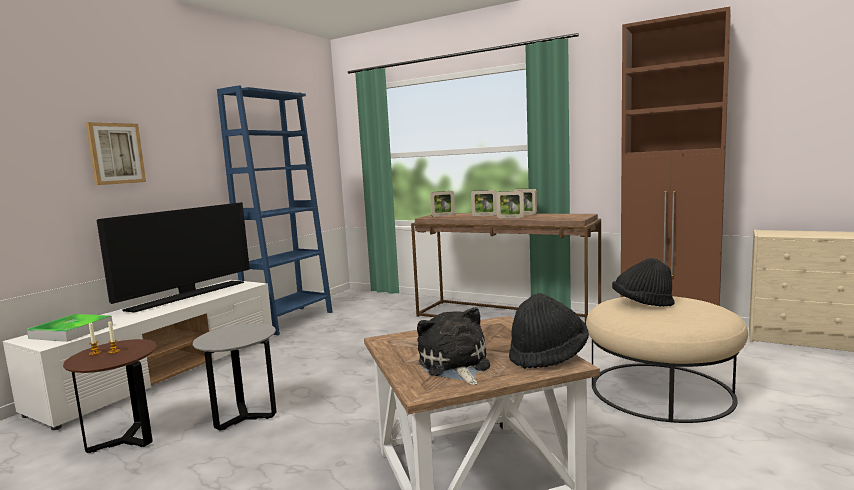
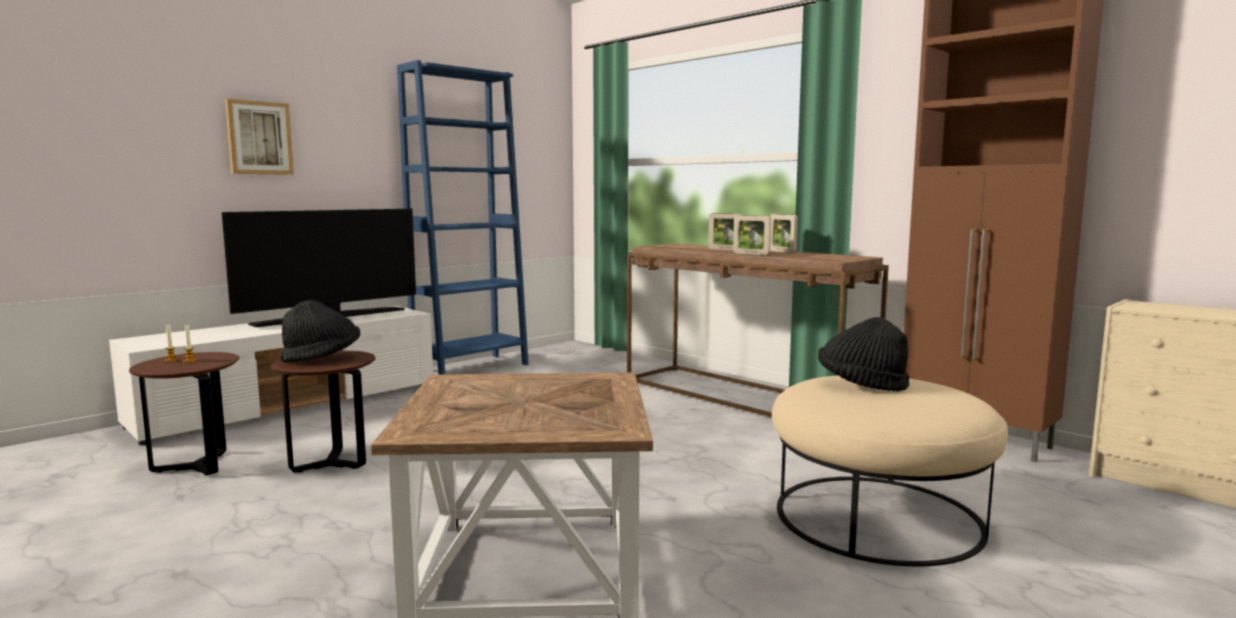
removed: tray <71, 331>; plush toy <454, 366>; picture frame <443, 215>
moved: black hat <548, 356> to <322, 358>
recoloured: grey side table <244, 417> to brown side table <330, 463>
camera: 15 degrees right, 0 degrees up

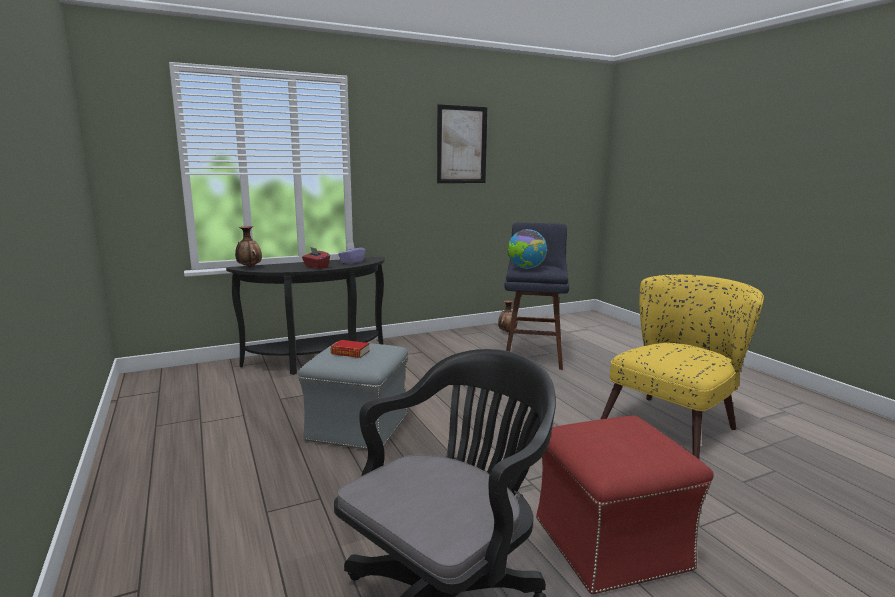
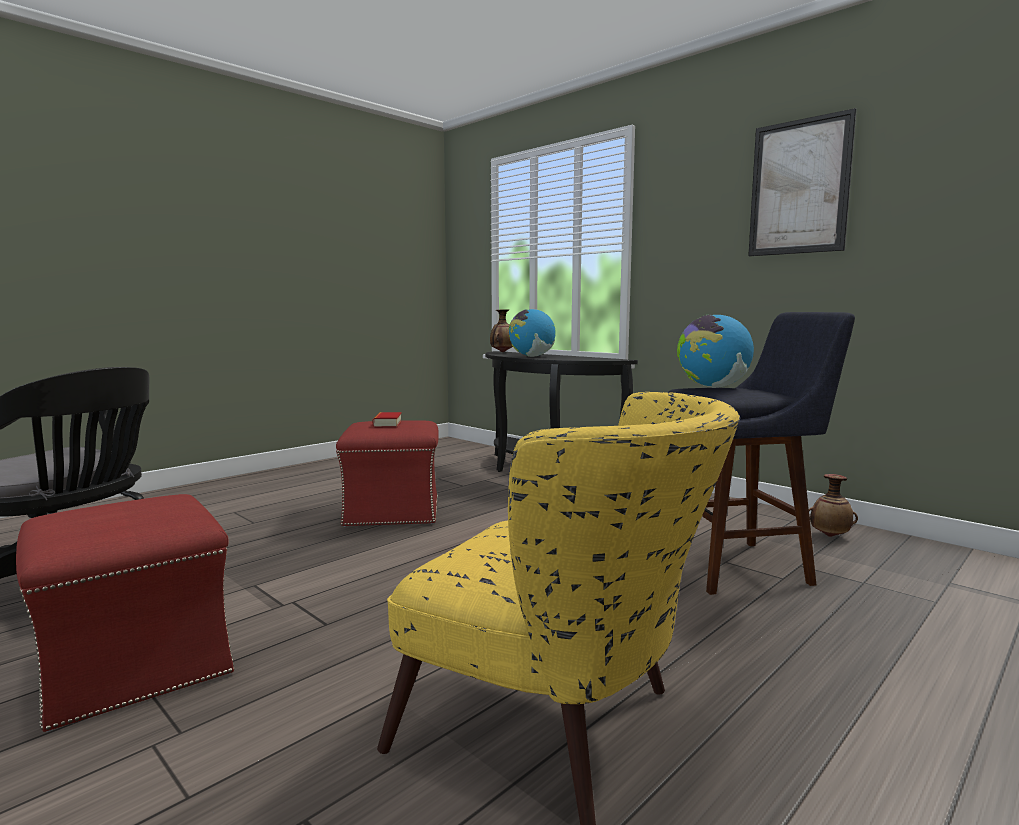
removed: purple tissue box <352, 262>
replaced: red tissue box <316, 267> to globe <531, 356>
recoloured: grey ottoman <358, 427> to red ottoman <393, 511>
camera: 70 degrees right, 5 degrees down

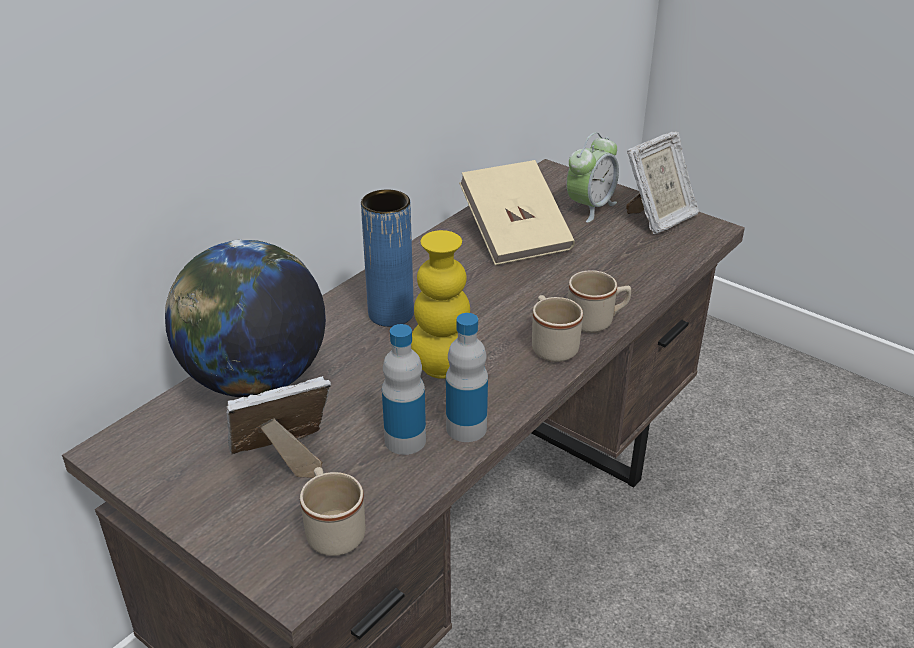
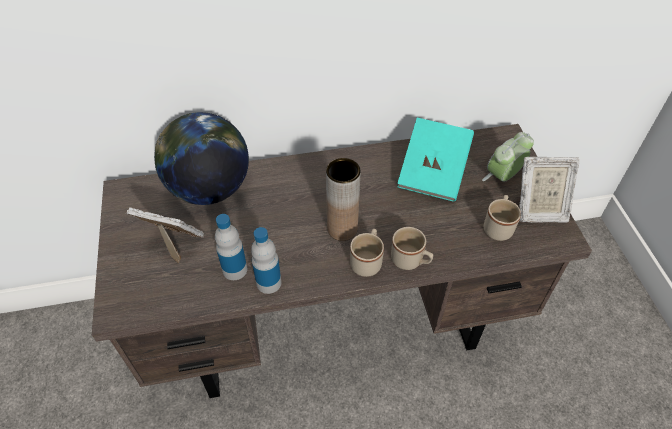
removed: blue vase <391, 314>; yellow vase <442, 367>
added: brown vase <342, 229>
moved: beige mug <333, 529> to <498, 226>
recoloured: beige book <515, 236> to turquoise book <433, 173>
turned: alarm clock <590, 207> = <502, 177> 150 degrees clockwise
camera: 40 degrees right, 15 degrees up

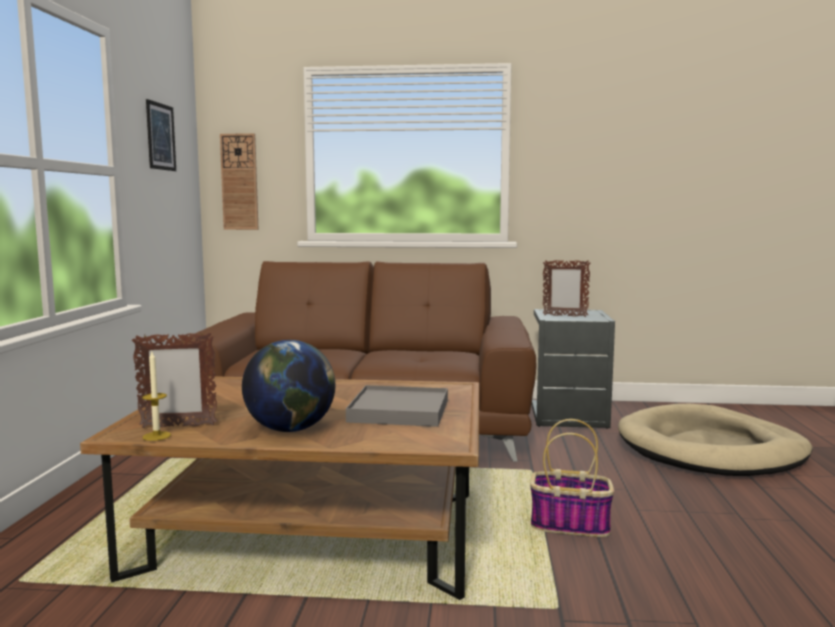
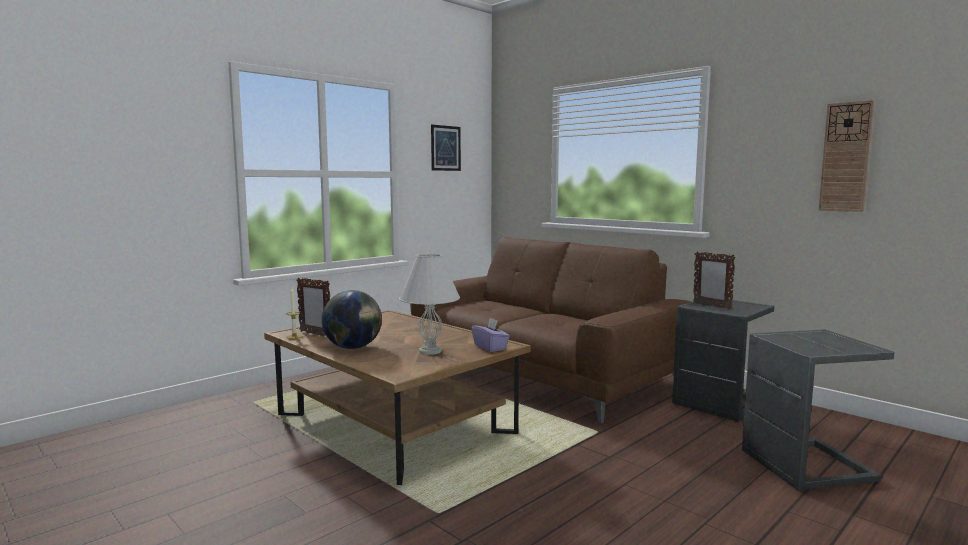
removed: basket <571, 525>
added: purple tissue box <490, 347>
moved: wall clock <239, 182> to <845, 157>
replaced: grey tray <399, 411> to white table lamp <431, 351>; beige dog bed <711, 449> to grey side table <810, 467>
camera: 40 degrees right, 0 degrees up

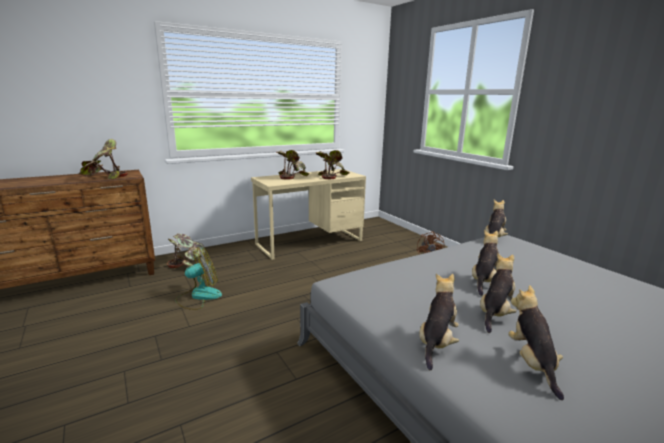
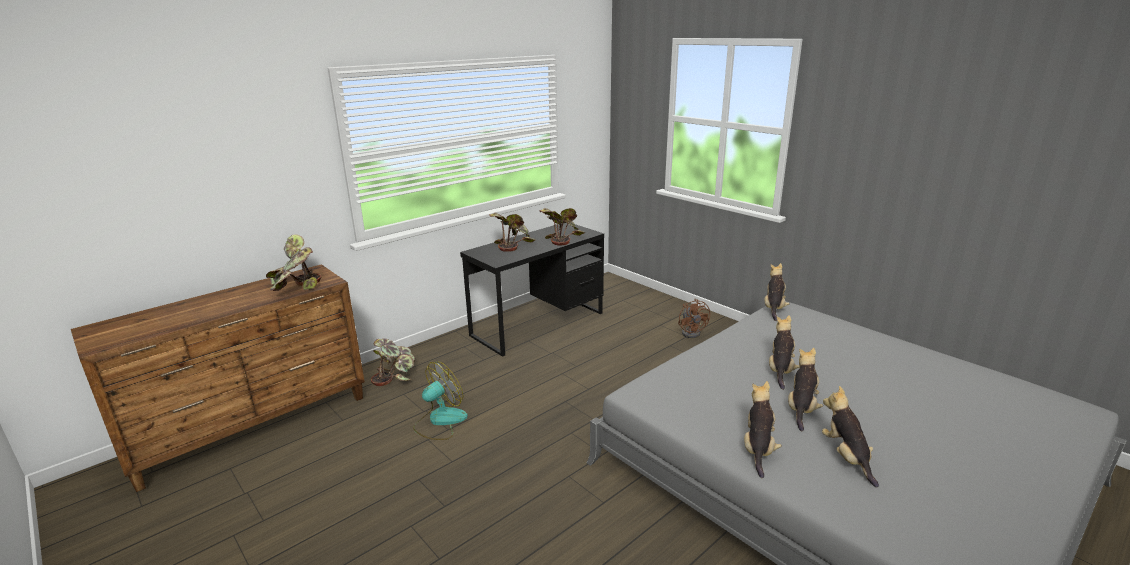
recoloured: beige desk <310, 242> to black desk <538, 324>
camera: 10 degrees left, 5 degrees up

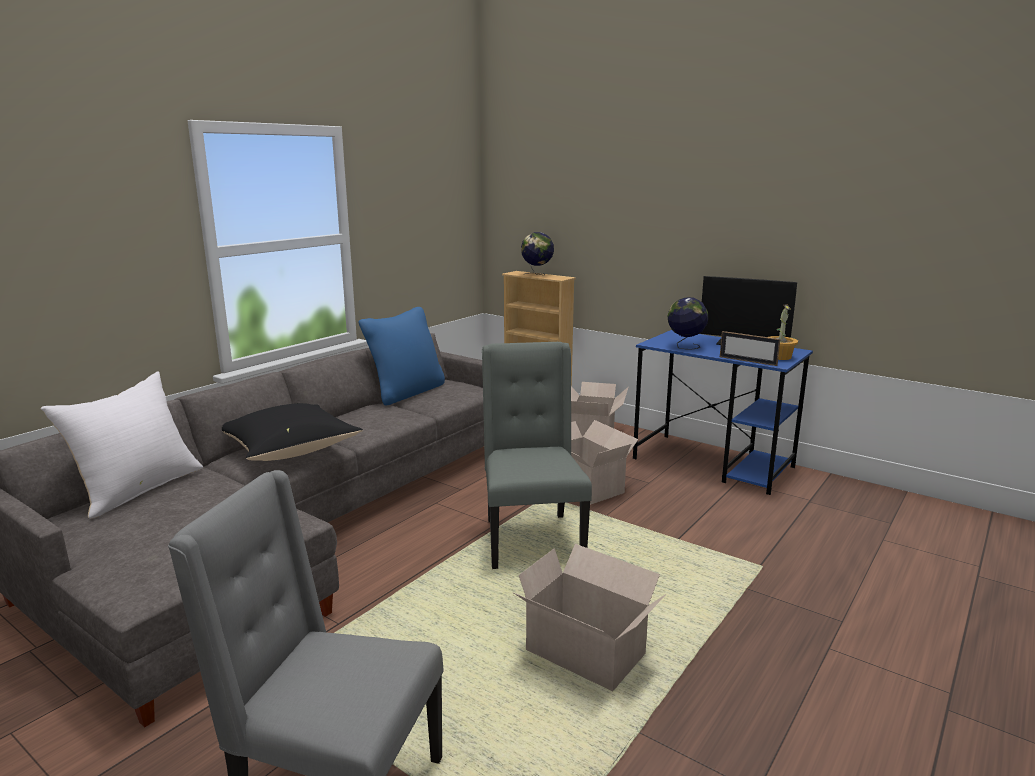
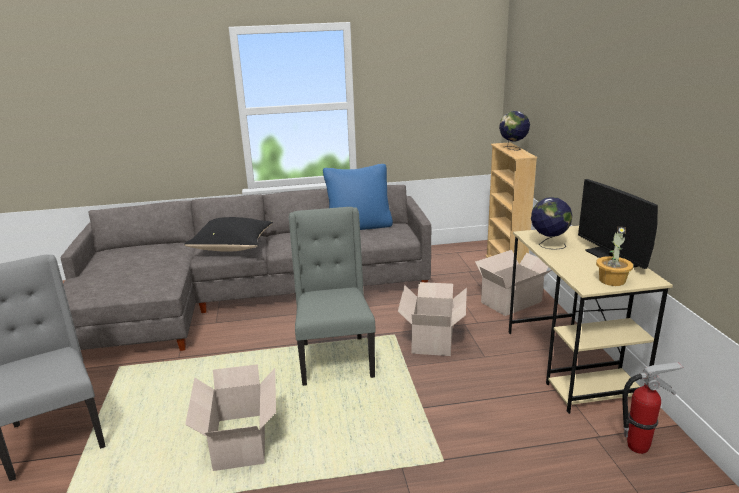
removed: white pillow <138, 489>; picture frame <747, 361>
added: fire extinguisher <639, 447>
recoloured: blue desk <713, 463> to beige desk <571, 364>
turned: grey chair <531, 539> = <335, 359> 45 degrees counterclockwise
camera: 45 degrees right, 5 degrees up

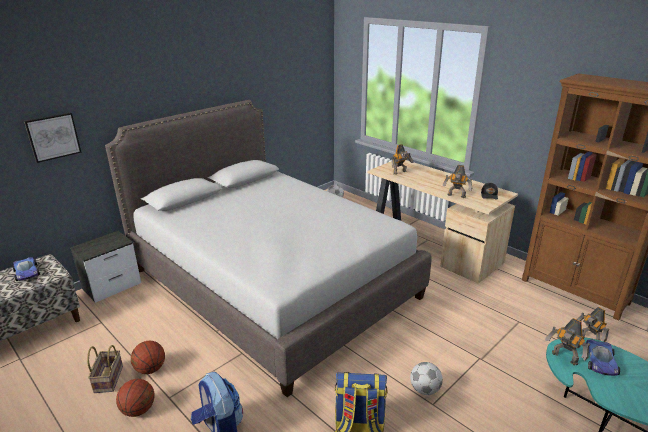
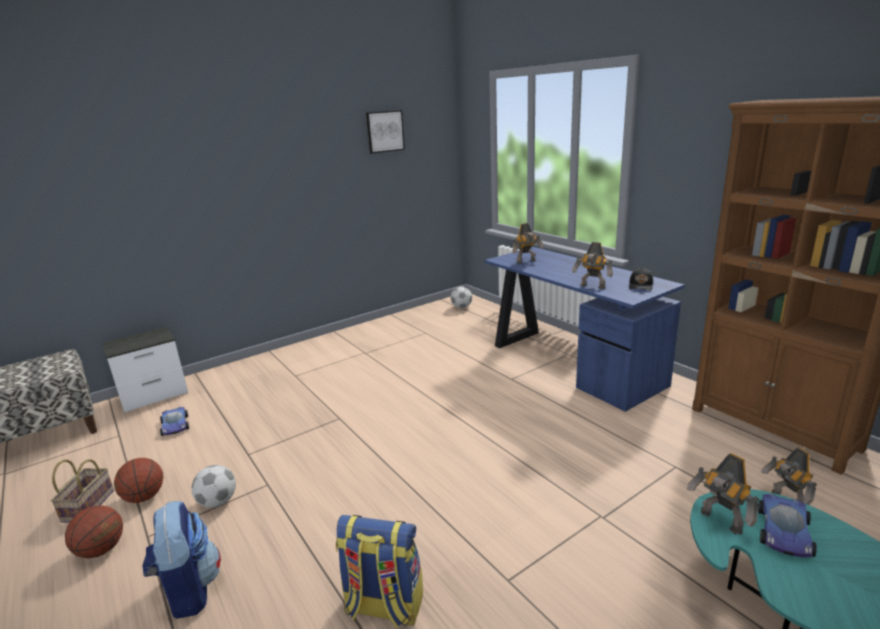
removed: grey bed <272, 283>
moved: toy car <27, 273> to <175, 426>; picture <53, 137> to <385, 131>; football <425, 390> to <218, 502>
recoloured: beige desk <431, 247> to blue desk <571, 363>
camera: 10 degrees right, 5 degrees down

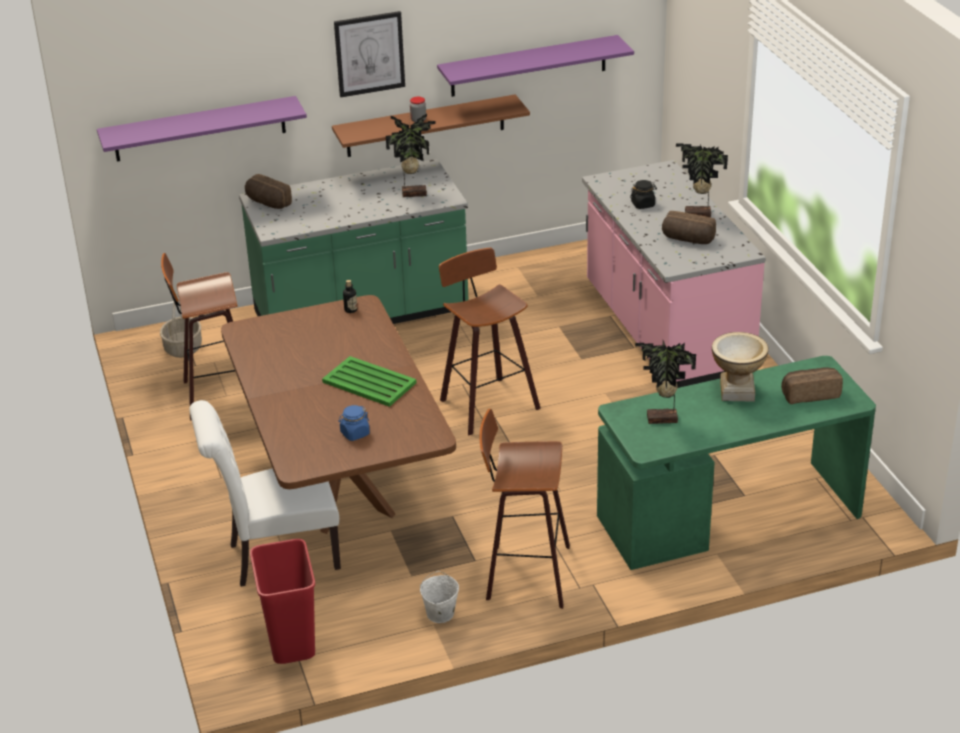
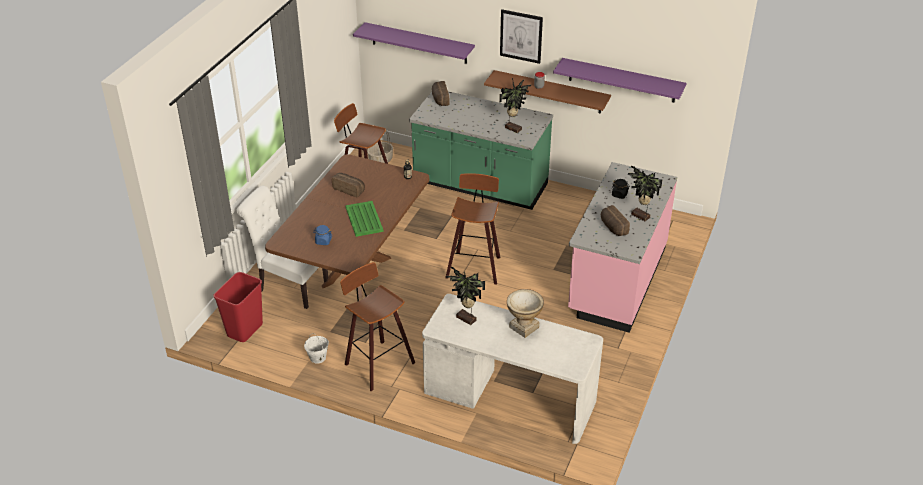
moved: bread <810, 394> to <349, 189>
recoloured: green desk <729, 516> to white desk <509, 398>
camera: 40 degrees right, 5 degrees up

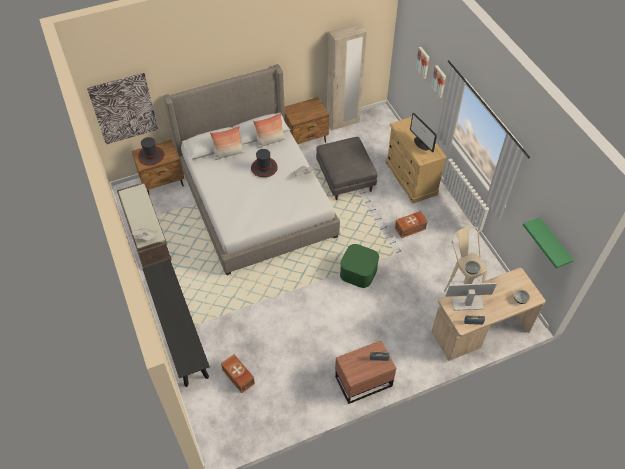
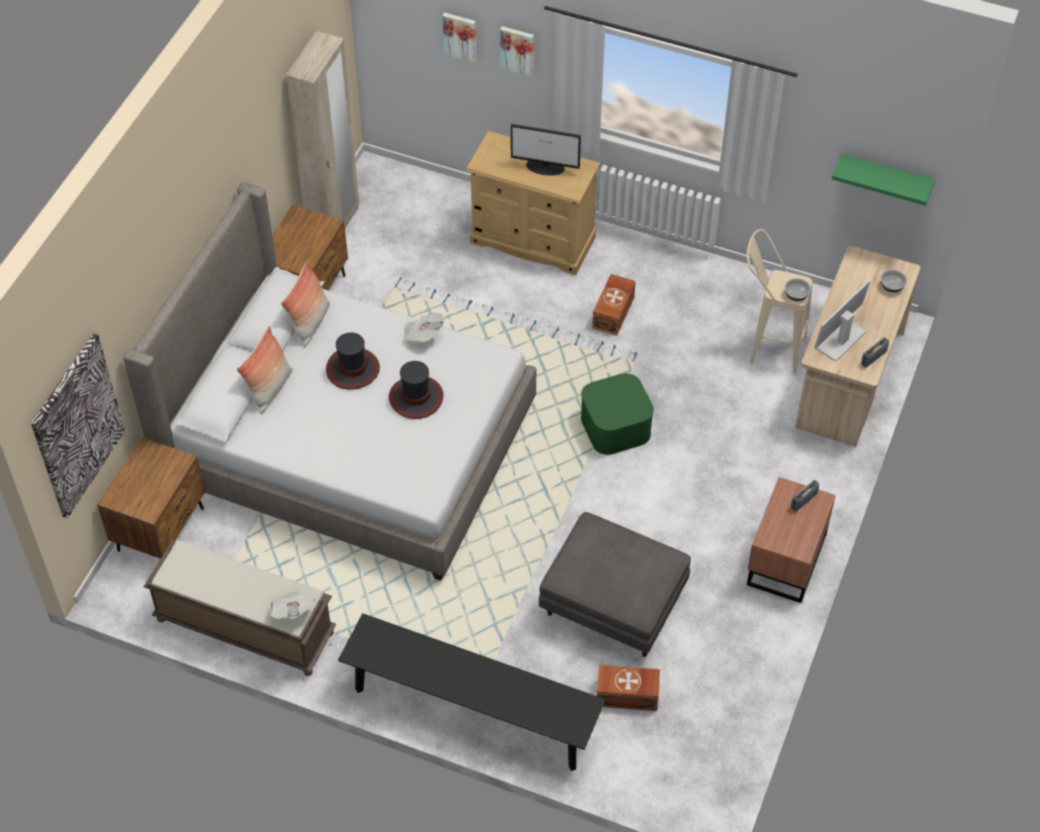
moved: hat <151, 156> to <416, 397>; grey ottoman <345, 178> to <611, 603>
camera: 45 degrees left, 0 degrees up

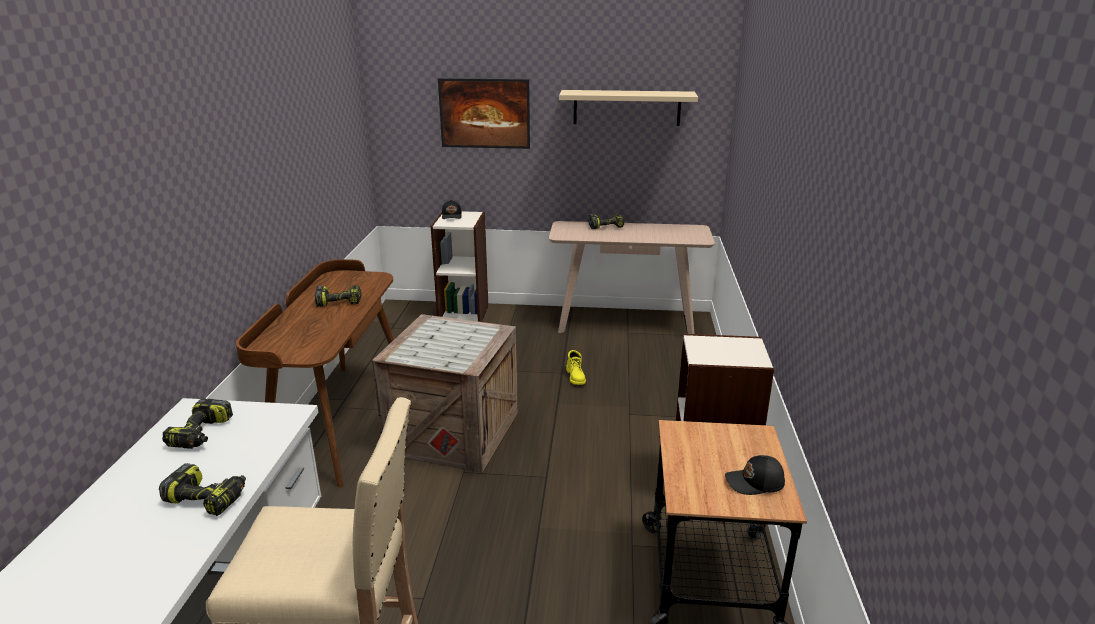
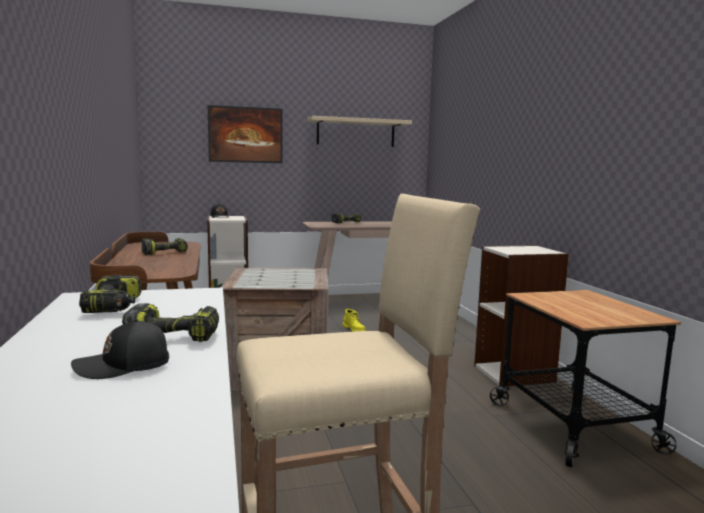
moved: black cap <755, 483> to <124, 366>
camera: 20 degrees left, 15 degrees down

